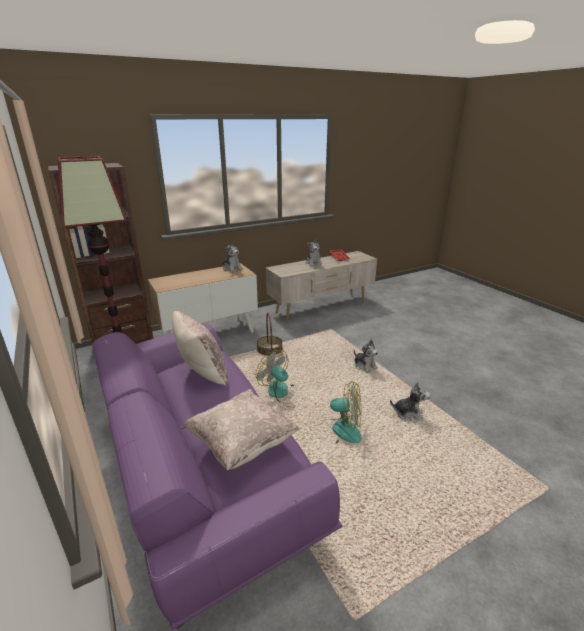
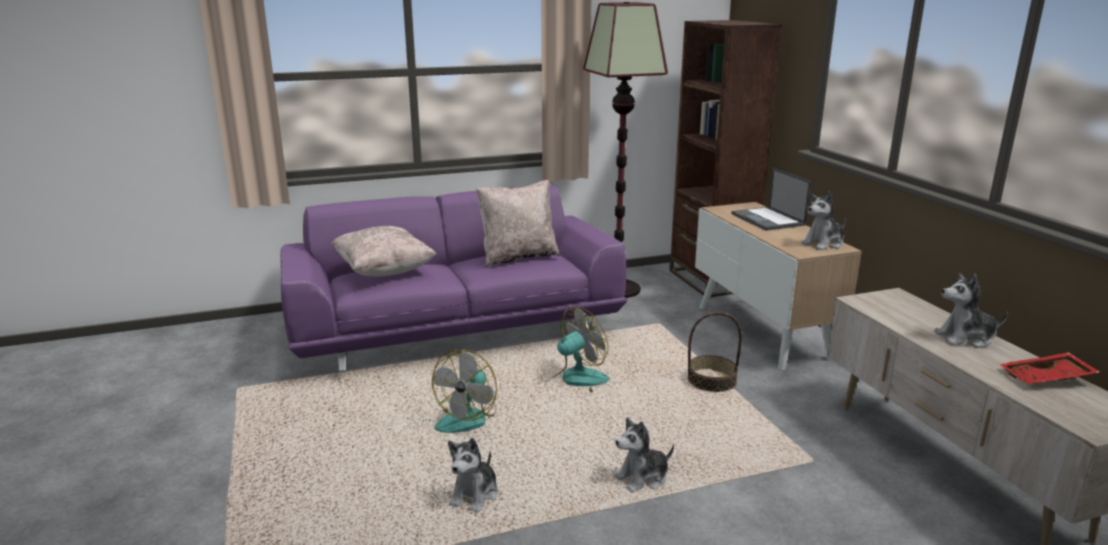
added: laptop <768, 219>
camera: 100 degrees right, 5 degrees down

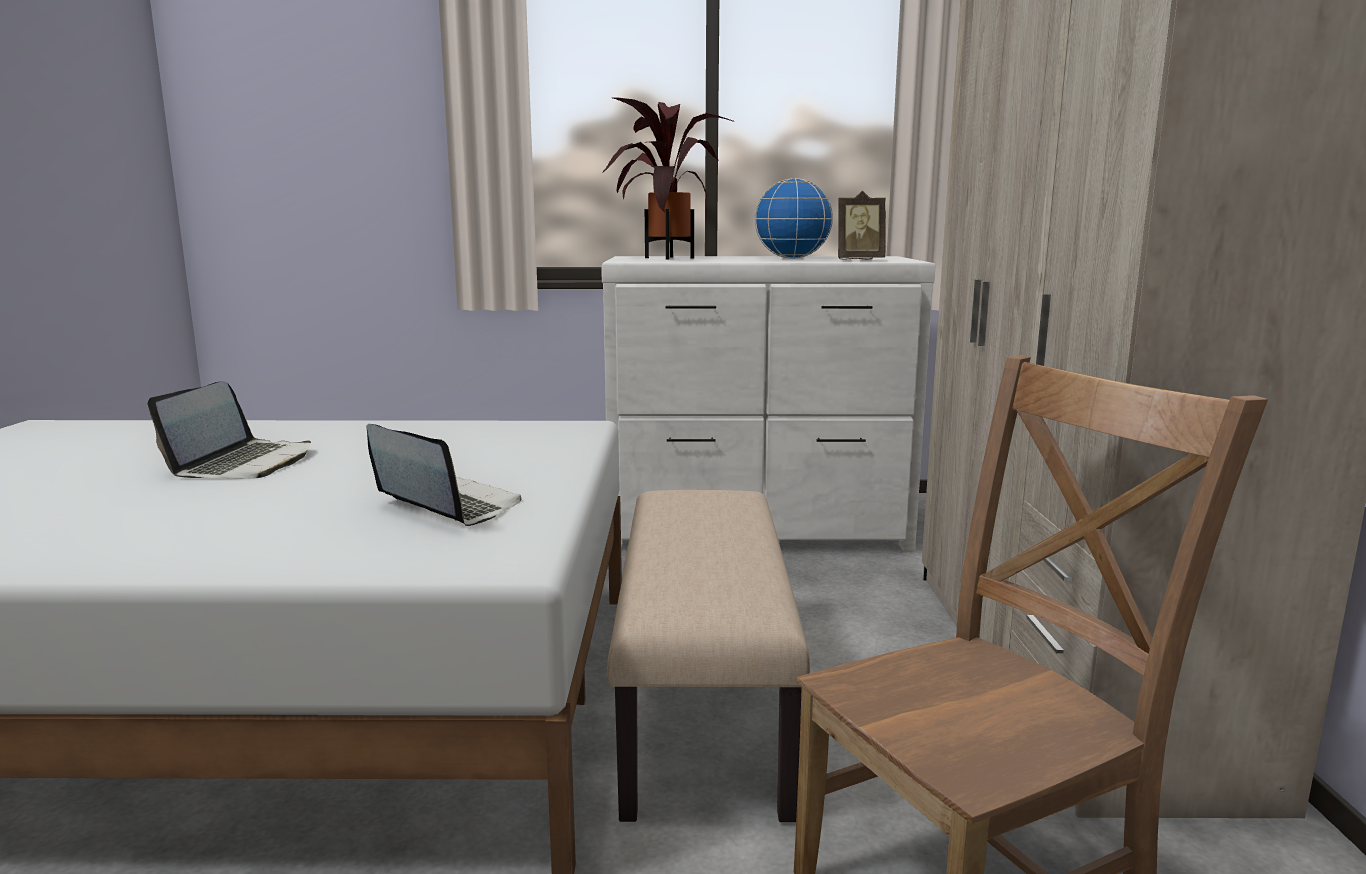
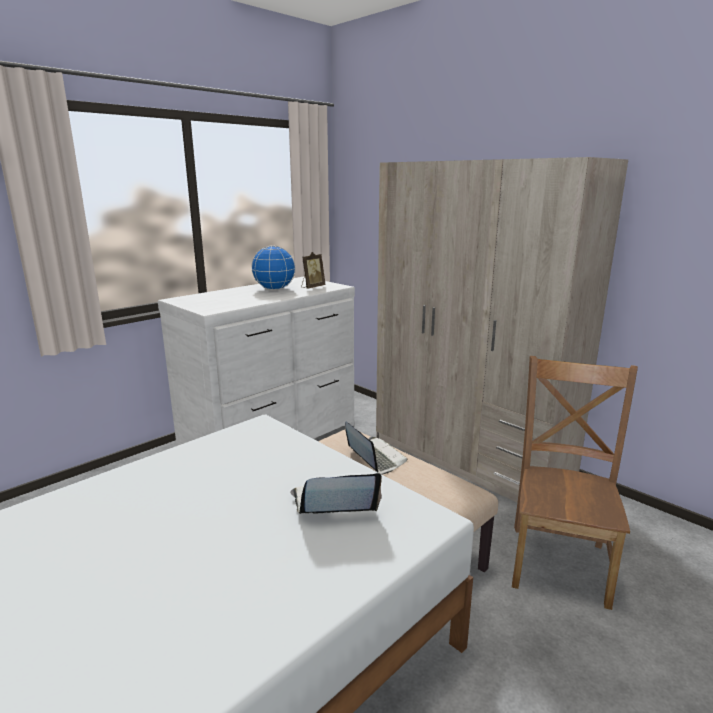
removed: potted plant <663, 258>
moved: laptop <243, 463> to <375, 458>
camera: 45 degrees left, 5 degrees up

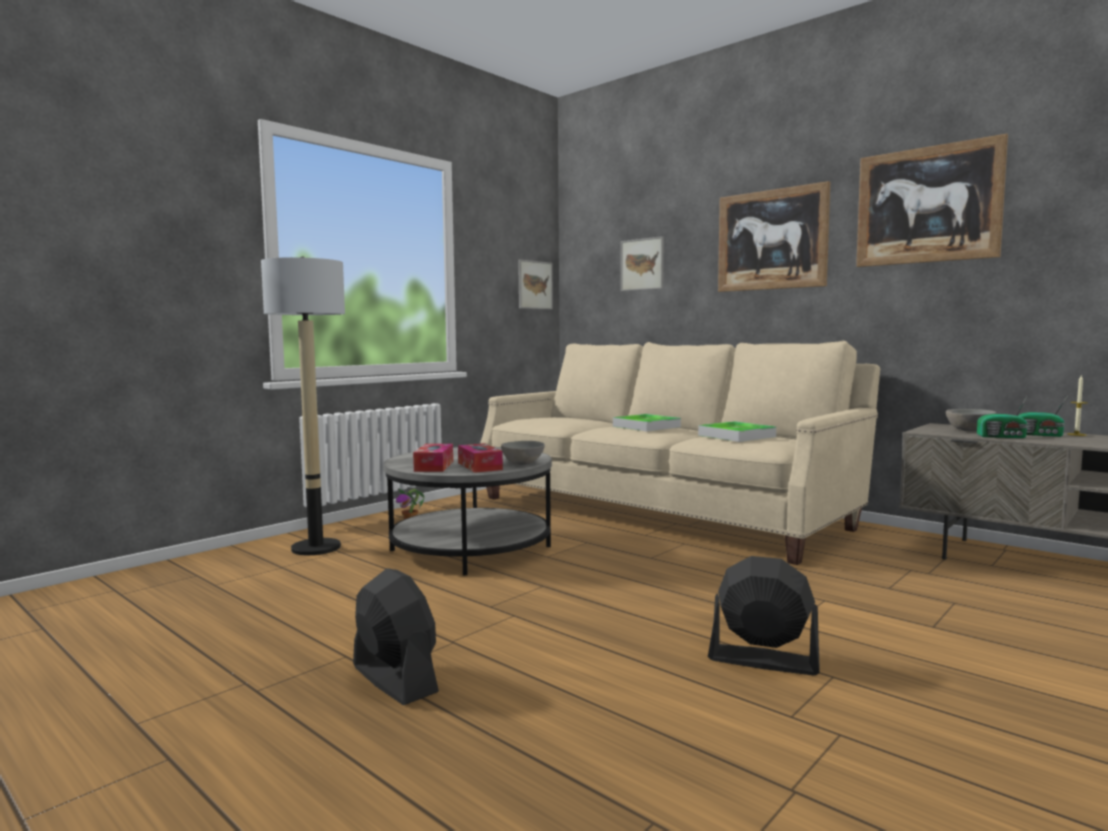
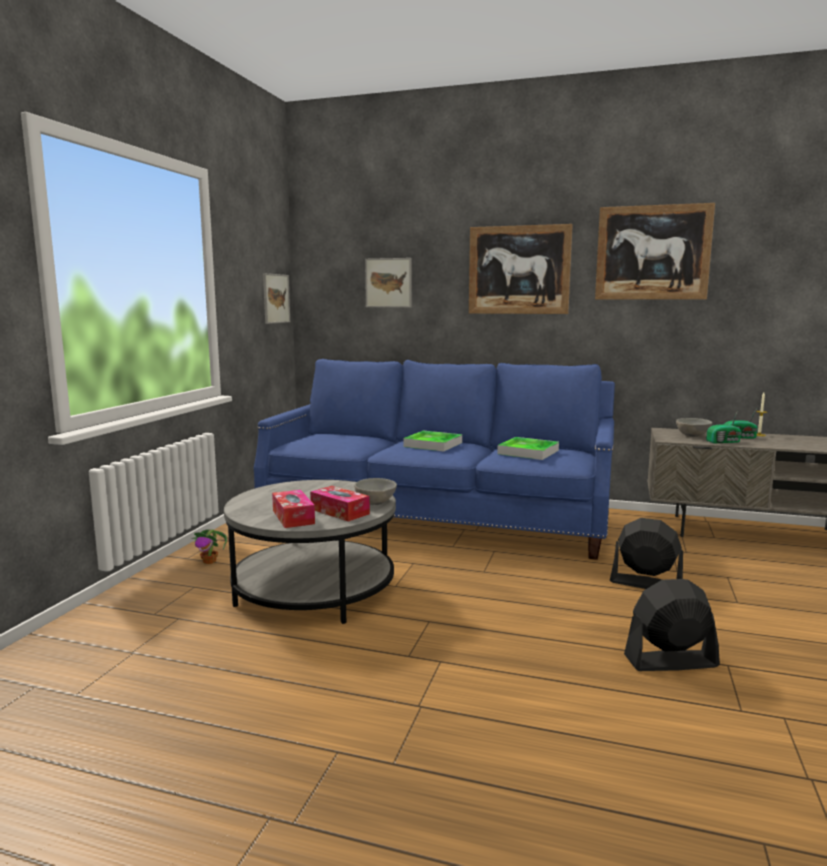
removed: floor lamp <316, 548>
moved: black fan <394, 679> to <645, 583>
recoloured: beige sofa <661, 511> to blue sofa <438, 517>
camera: 25 degrees left, 5 degrees up

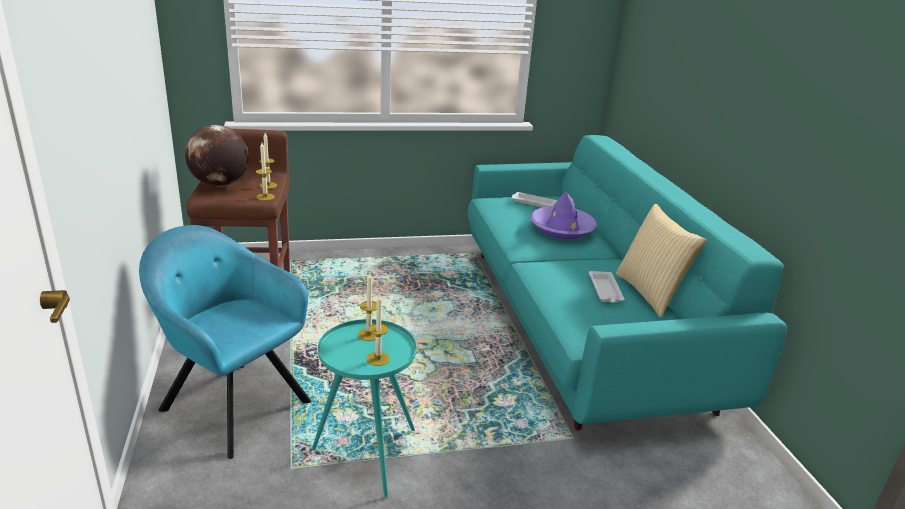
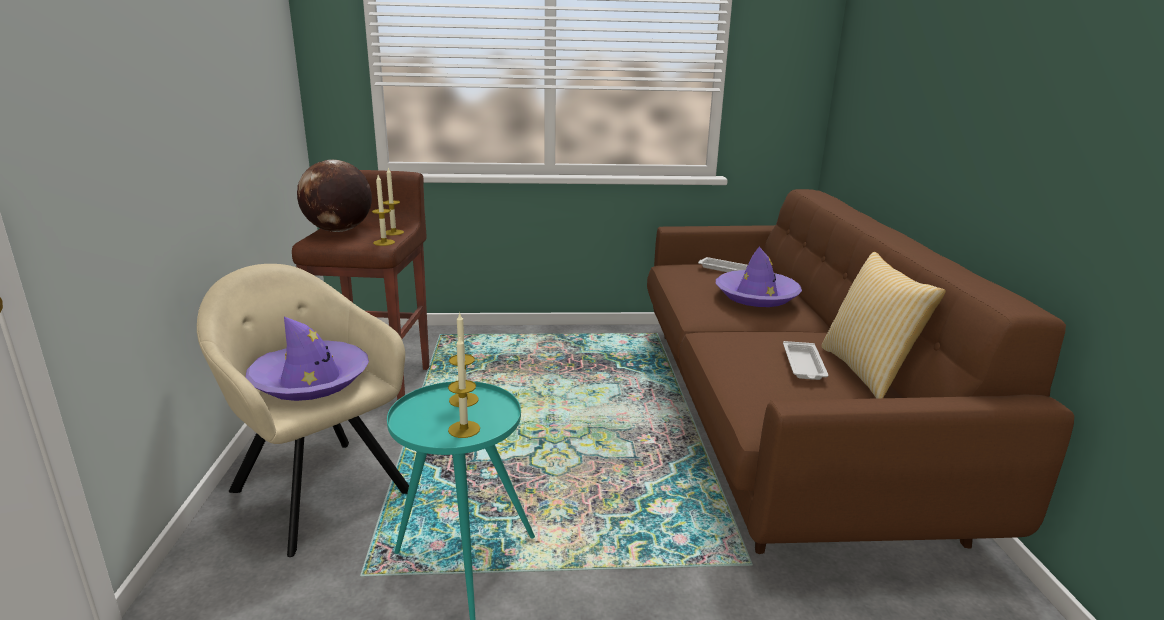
added: purple hat <310, 380>
recoloured: turquoise armchair <232, 403> to beige armchair <317, 488>; turquoise sofa <578, 322> to brown sofa <777, 416>
camera: 10 degrees right, 5 degrees down

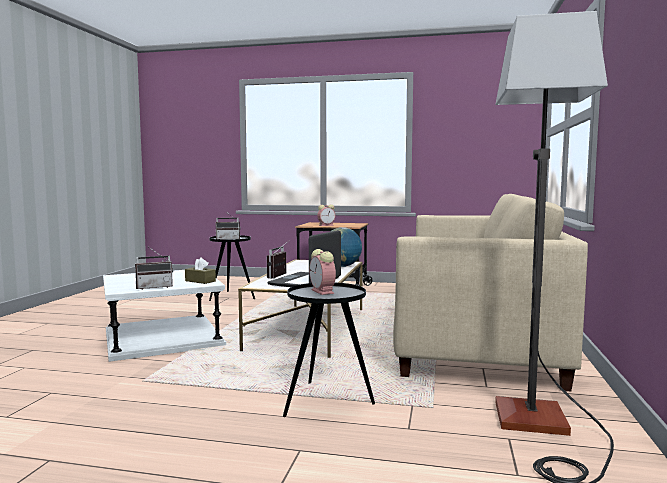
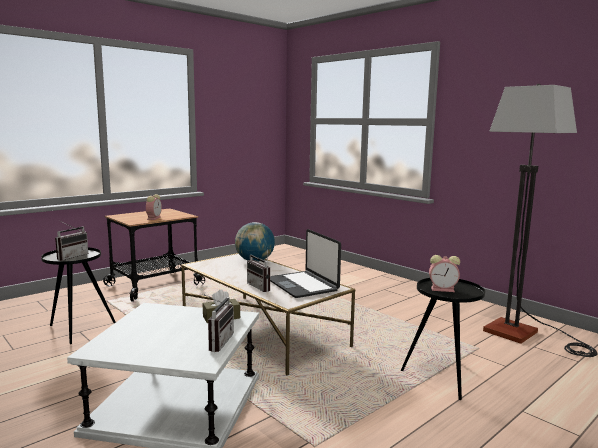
removed: beige sofa <474, 336>
camera: 55 degrees left, 5 degrees up

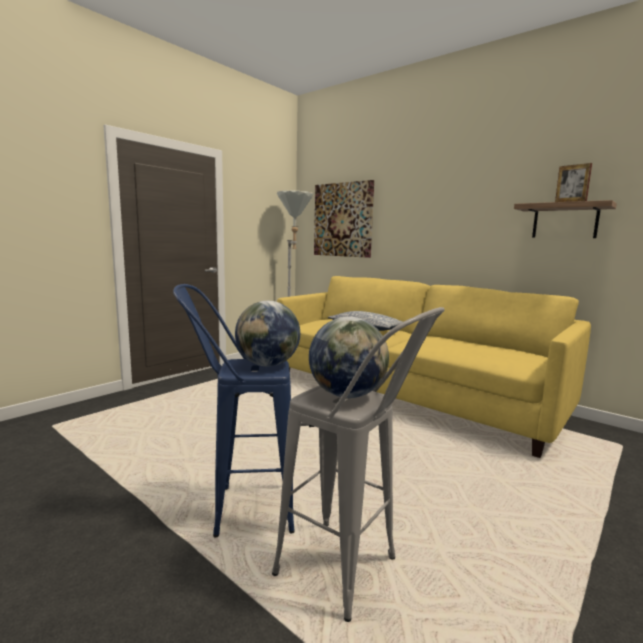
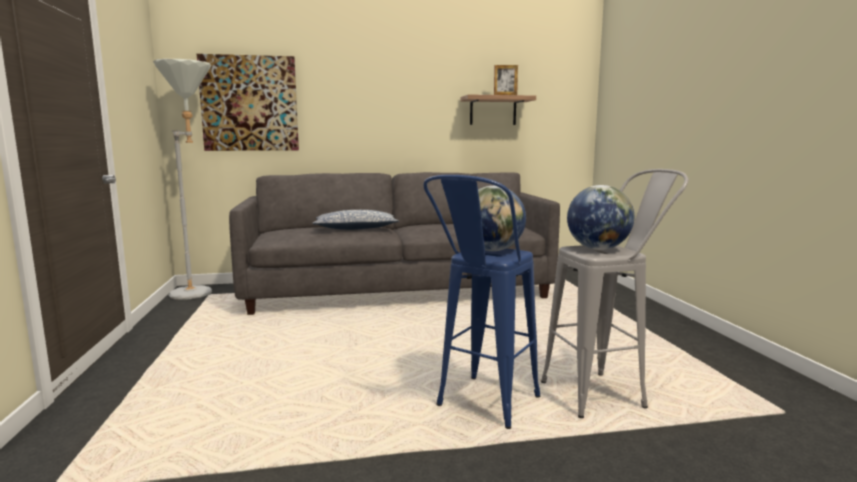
recoloured: yellow sofa <409, 394> to grey sofa <398, 290>
camera: 50 degrees left, 0 degrees up

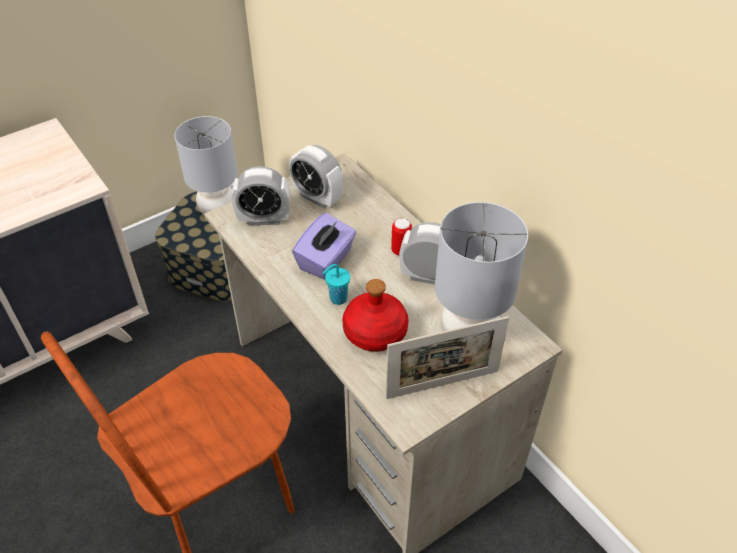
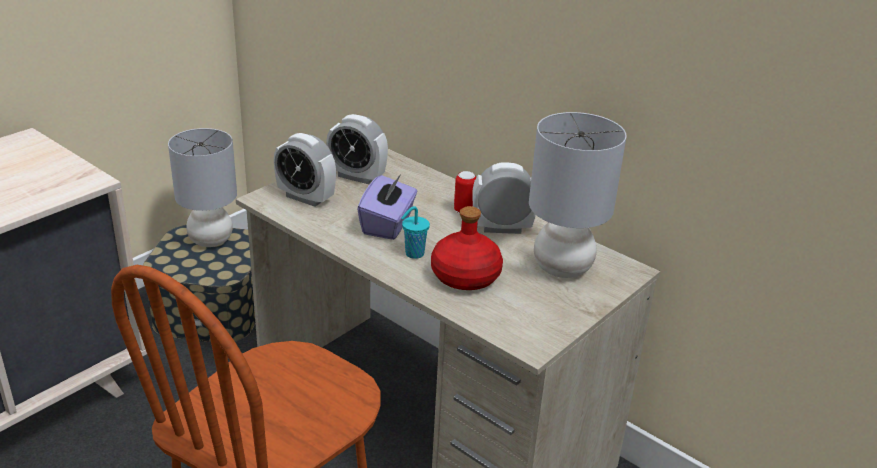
removed: picture frame <442, 384>
turned: alarm clock <264, 219> = <306, 198> 45 degrees clockwise
camera: 15 degrees left, 15 degrees down

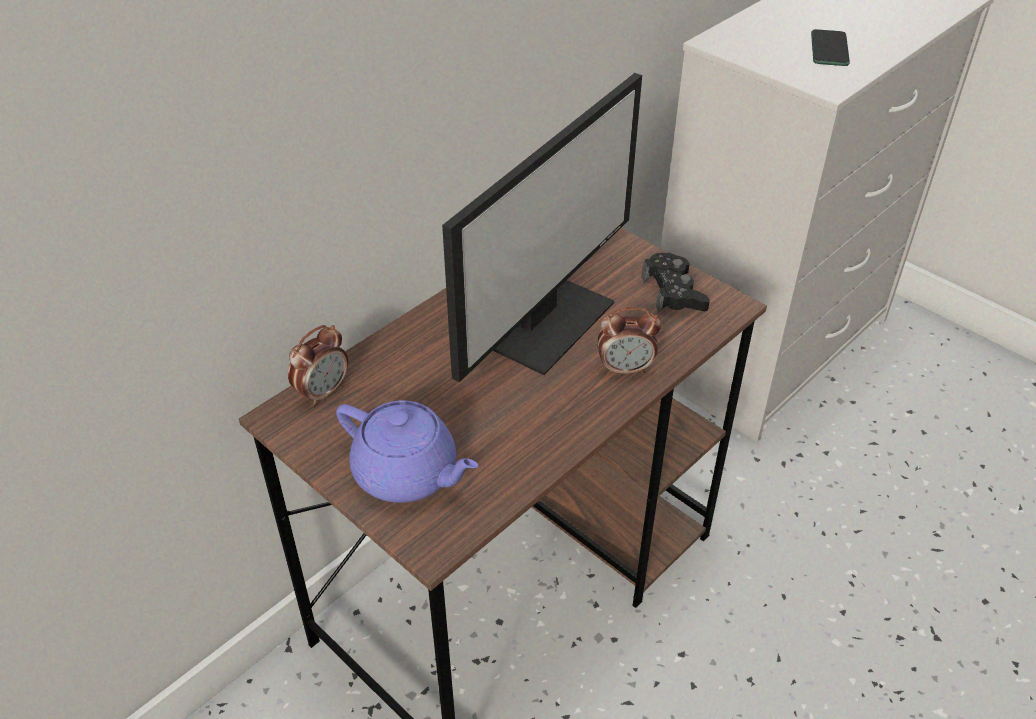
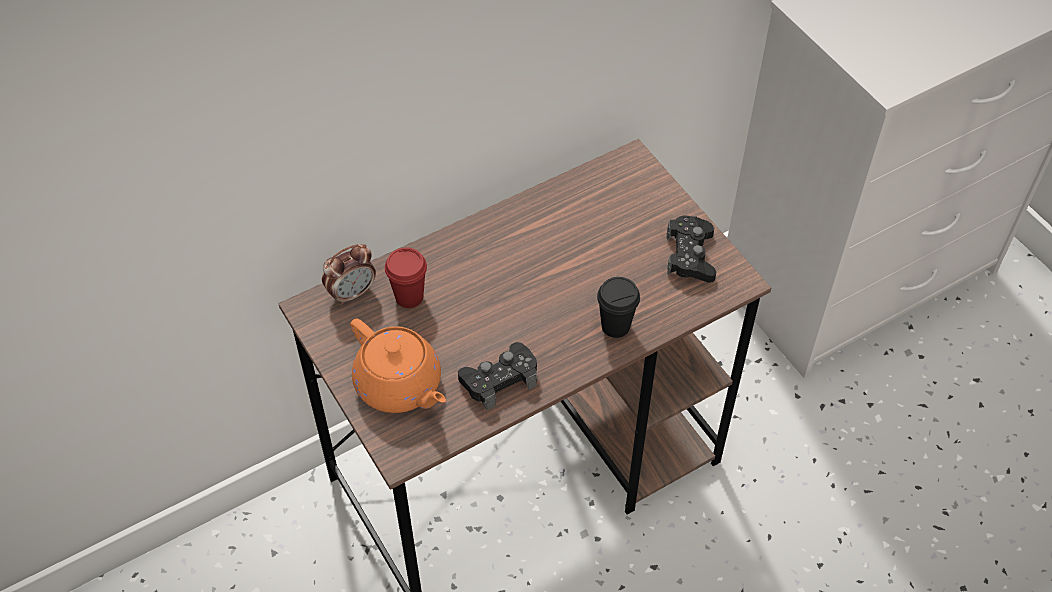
removed: monitor <545, 320>; phone <829, 49>
added: red cup <409, 297>; black game controller <499, 380>
replaced: alarm clock <625, 369> to black cup <615, 326>
recoloured: purple teapot <407, 474> to orange teapot <400, 385>
camera: 15 degrees right, 10 degrees up

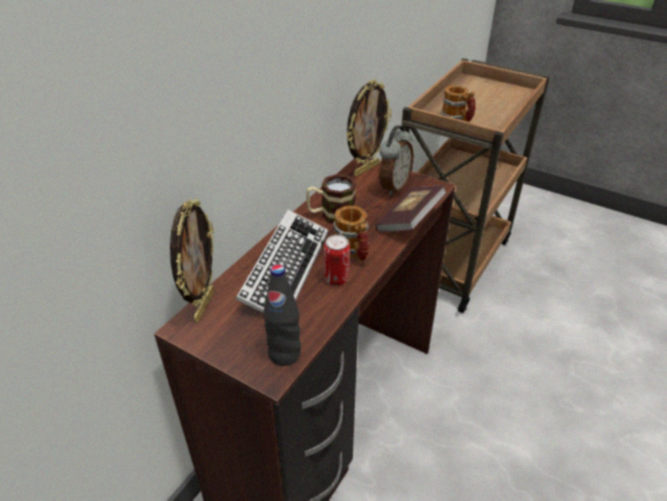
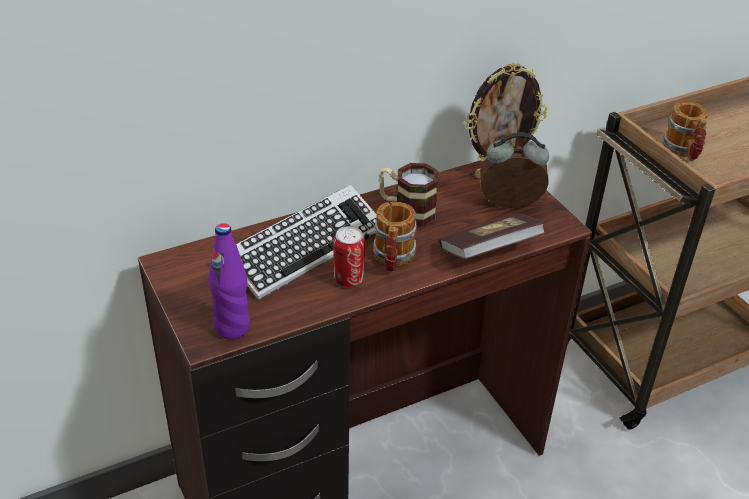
removed: picture frame <203, 306>
recoloured: black bottle <284, 354> to purple bottle <232, 328>
turned: alarm clock <393, 187> = <510, 206> 150 degrees counterclockwise
camera: 30 degrees right, 0 degrees up

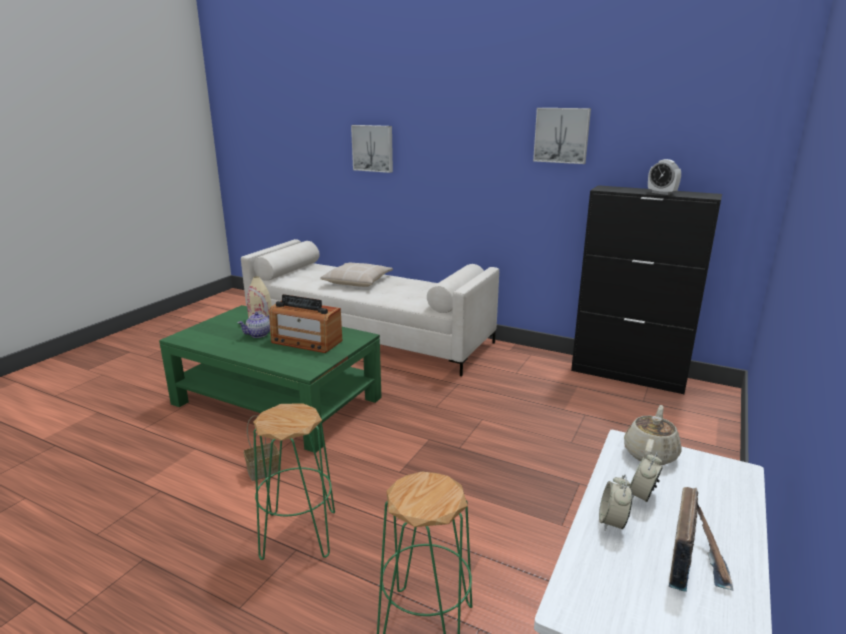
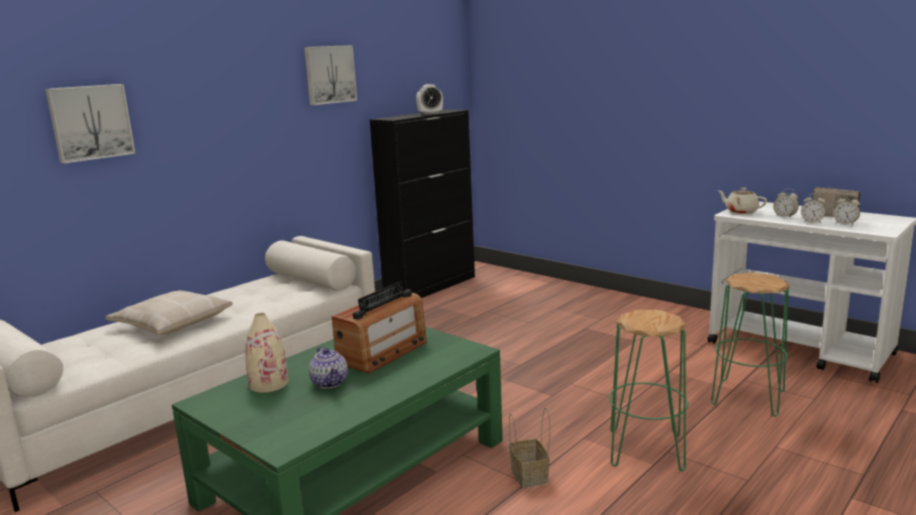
added: alarm clock <845, 224>
camera: 75 degrees left, 5 degrees down

